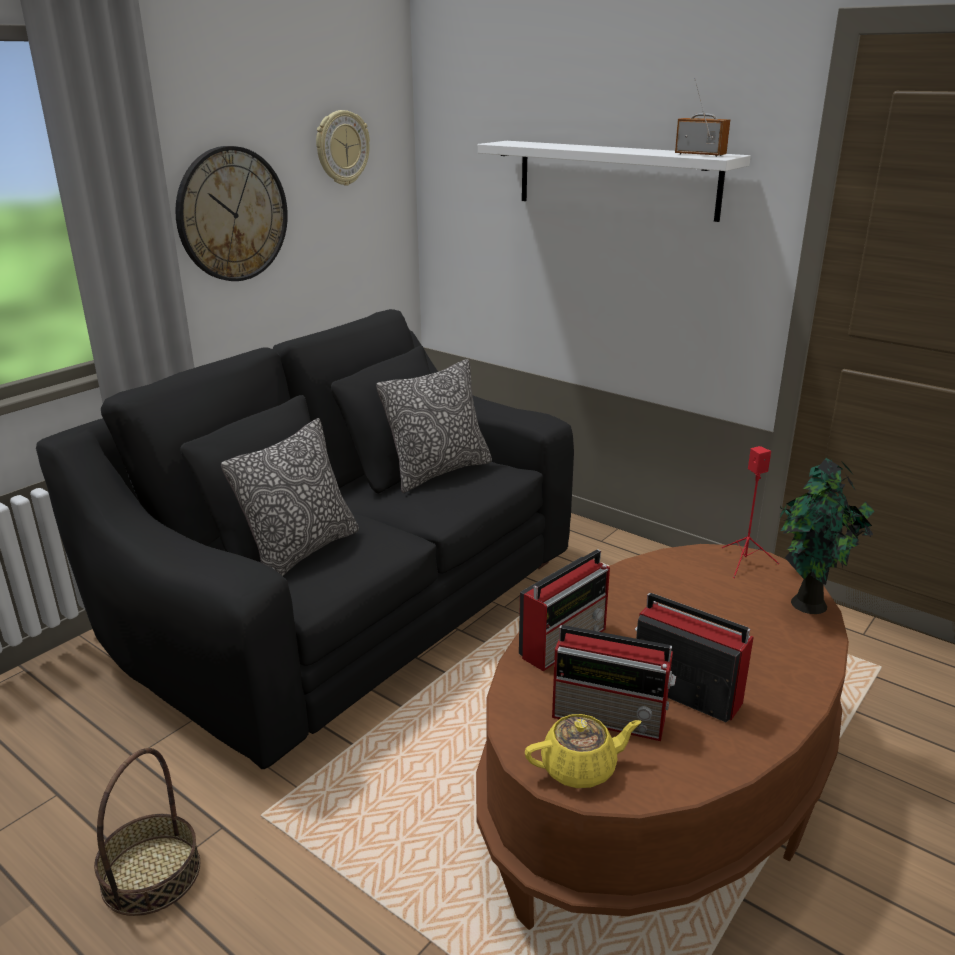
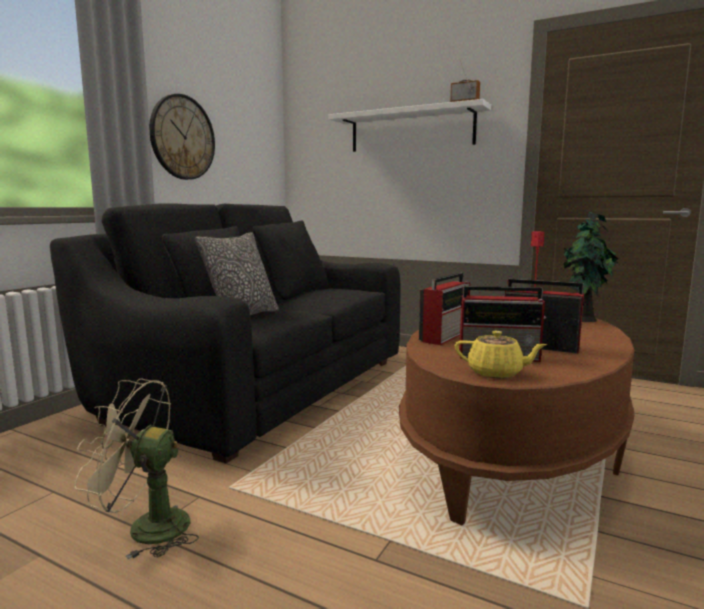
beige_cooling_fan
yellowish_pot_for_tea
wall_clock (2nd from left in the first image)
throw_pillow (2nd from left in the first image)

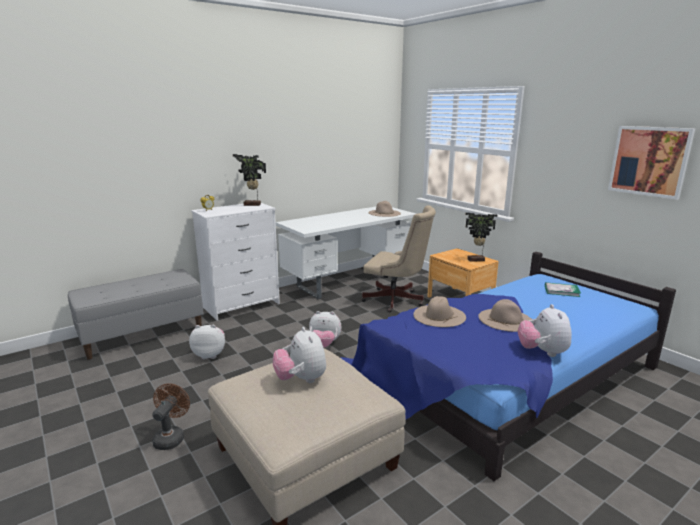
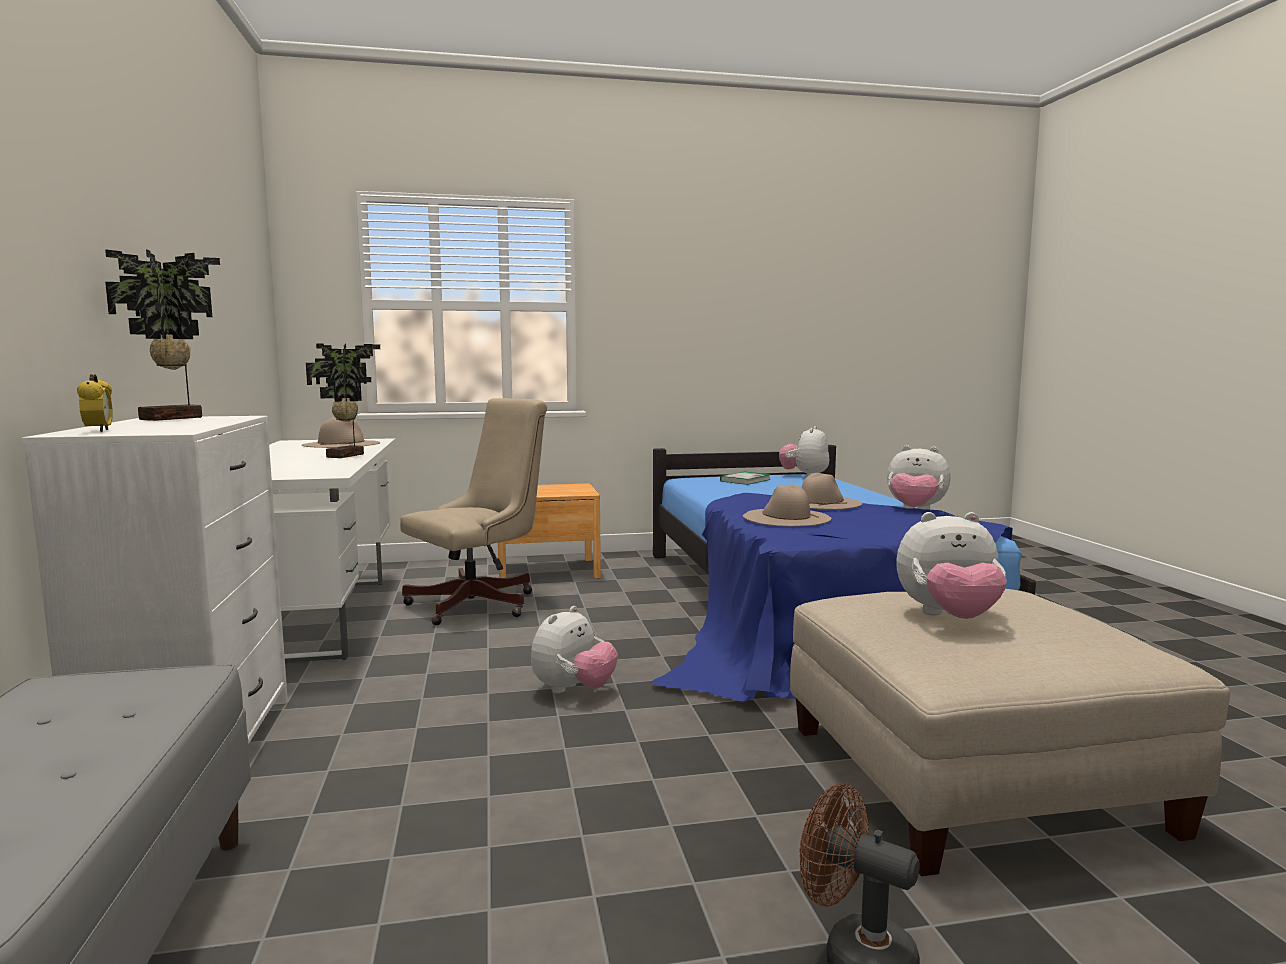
plant_in_a_pot (2nd from left)
cuddly_toy (2nd from left)
wall_picture

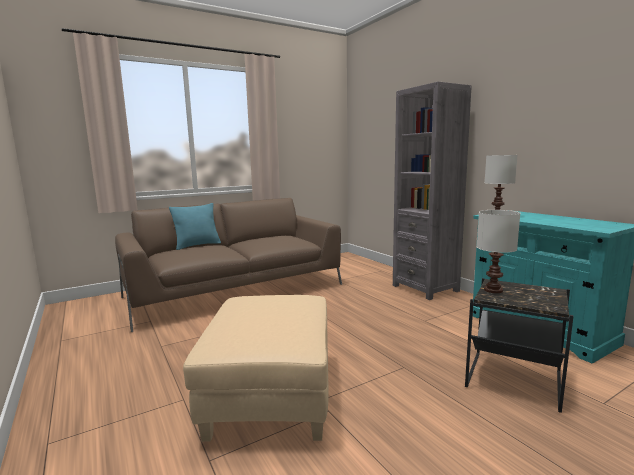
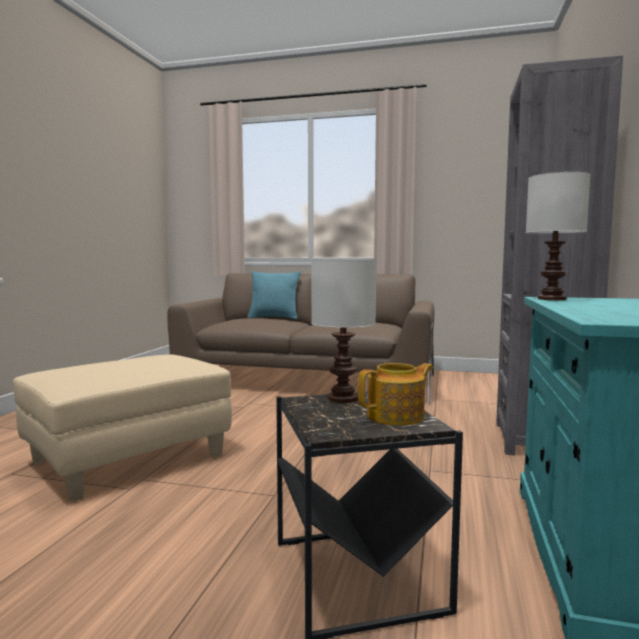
pot_for_tea

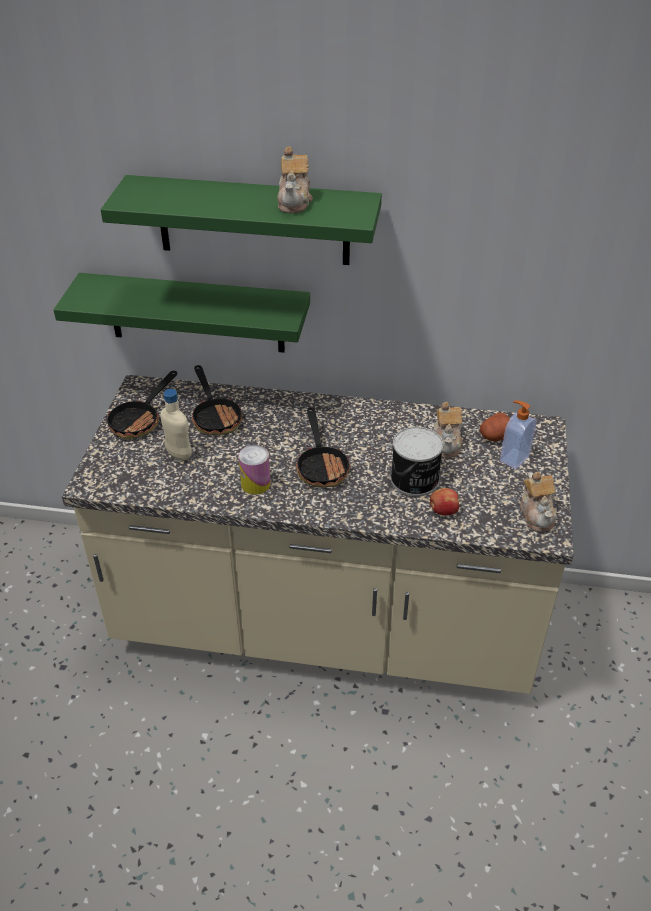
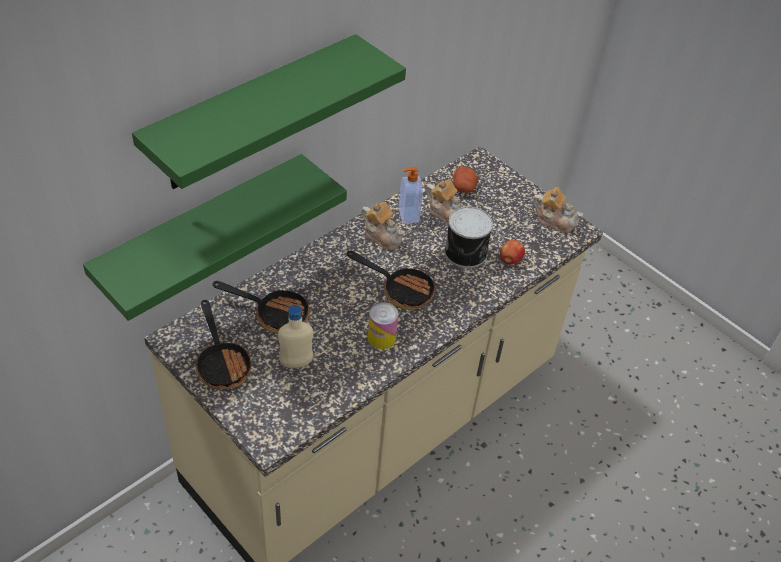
pot_for_tea (1st from left)
soap_dispenser

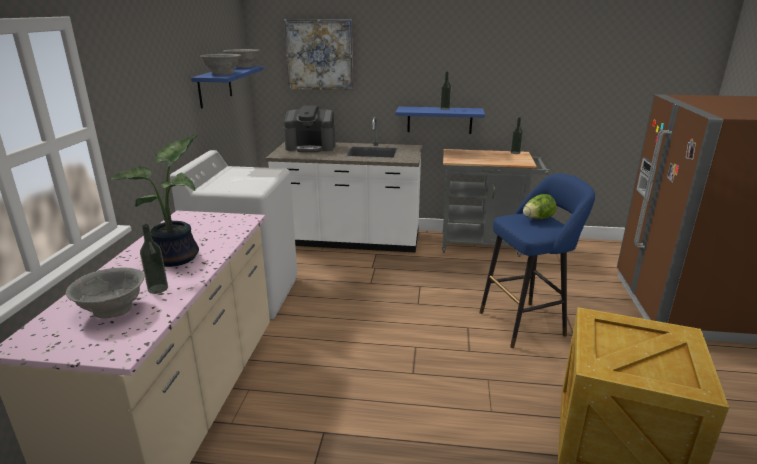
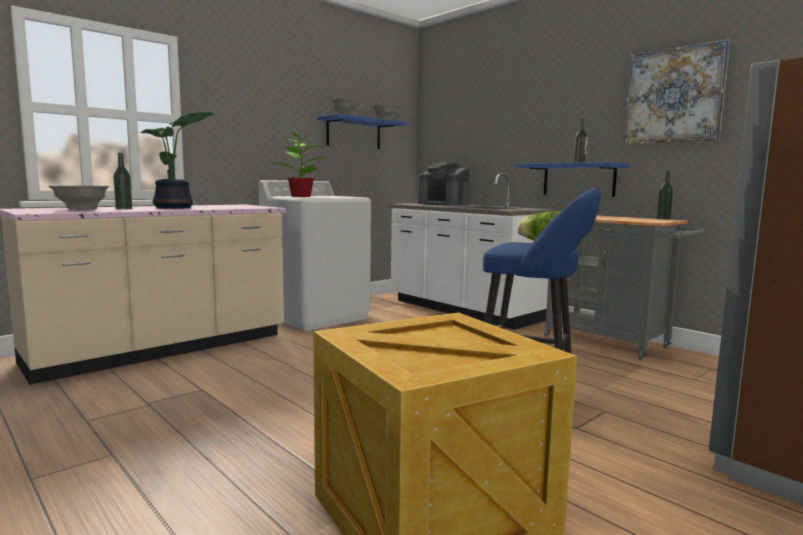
plant_in_a_pot (2nd from left)
wall_picture

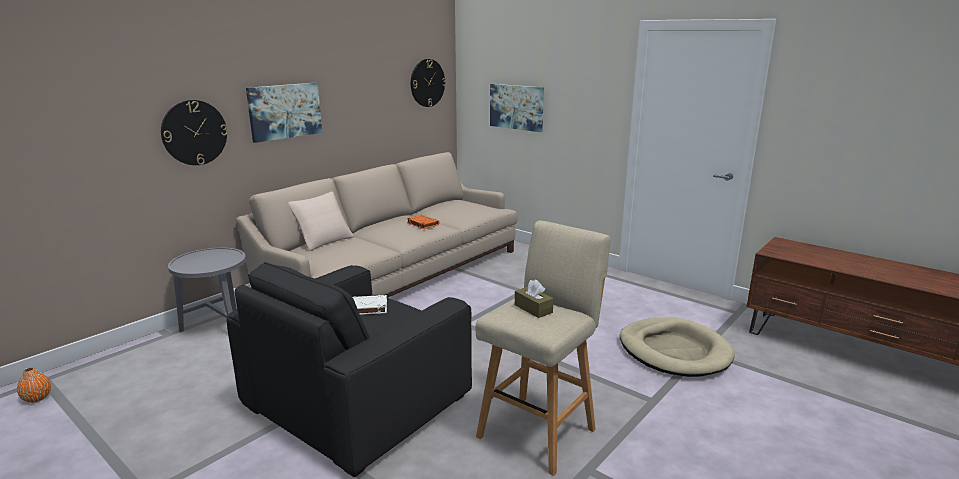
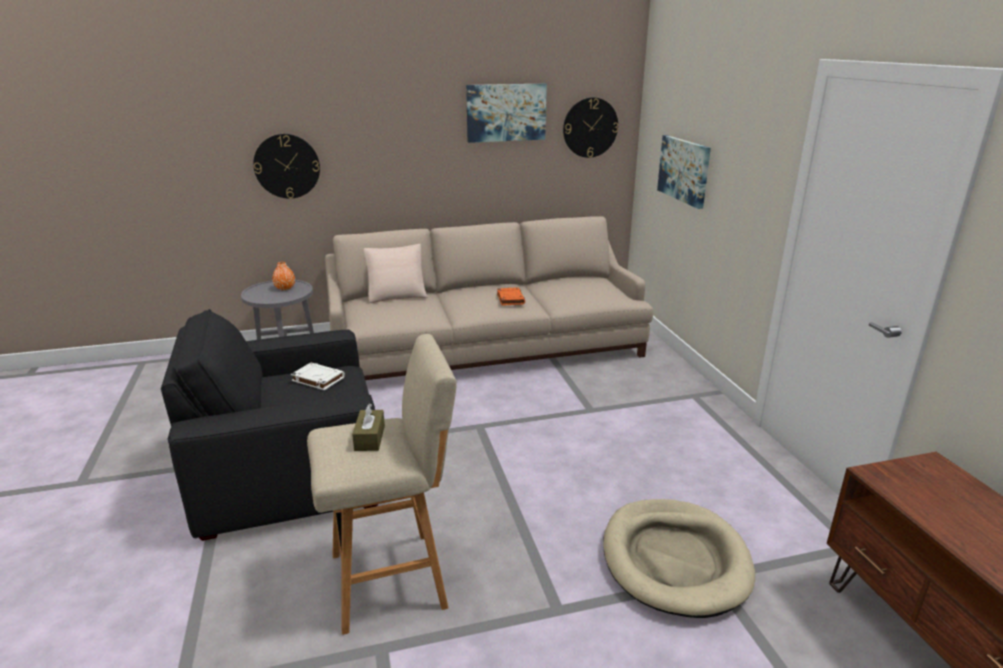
orangey_decorative_vase
wall_picture (1st from left)

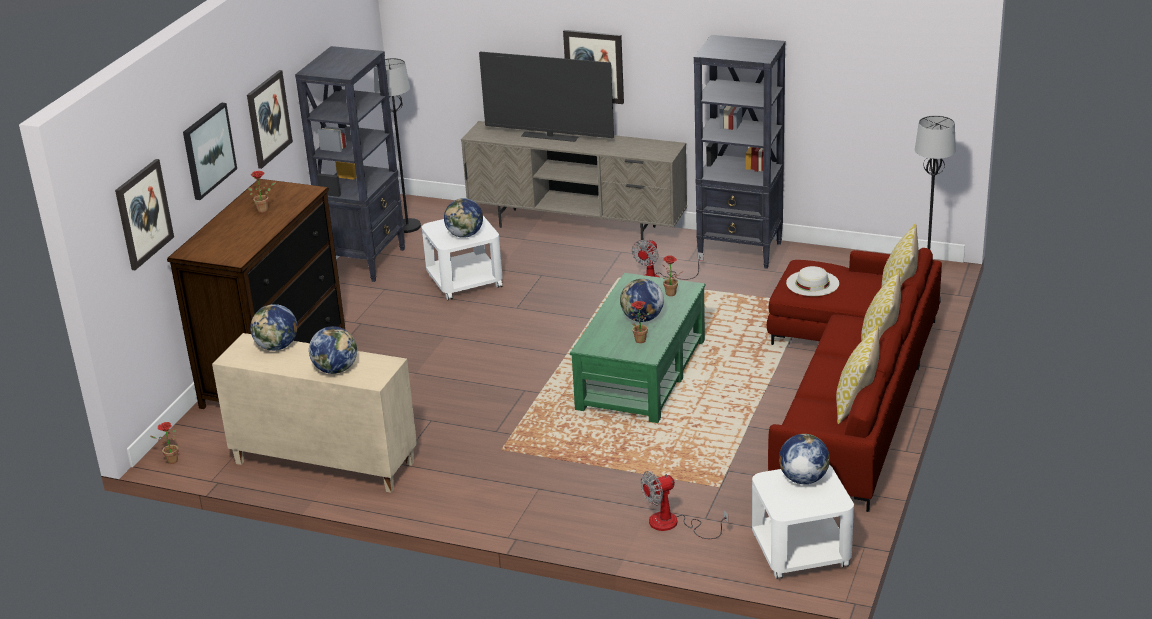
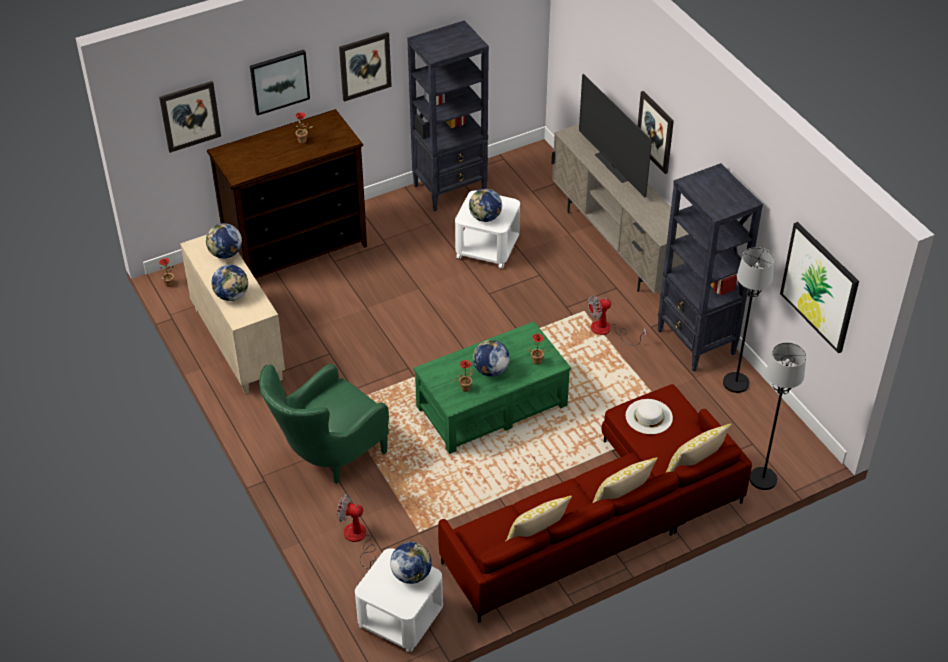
greenish_armchair
blackish_standing_lamp (1st from left)
wall_picture (5th from left)

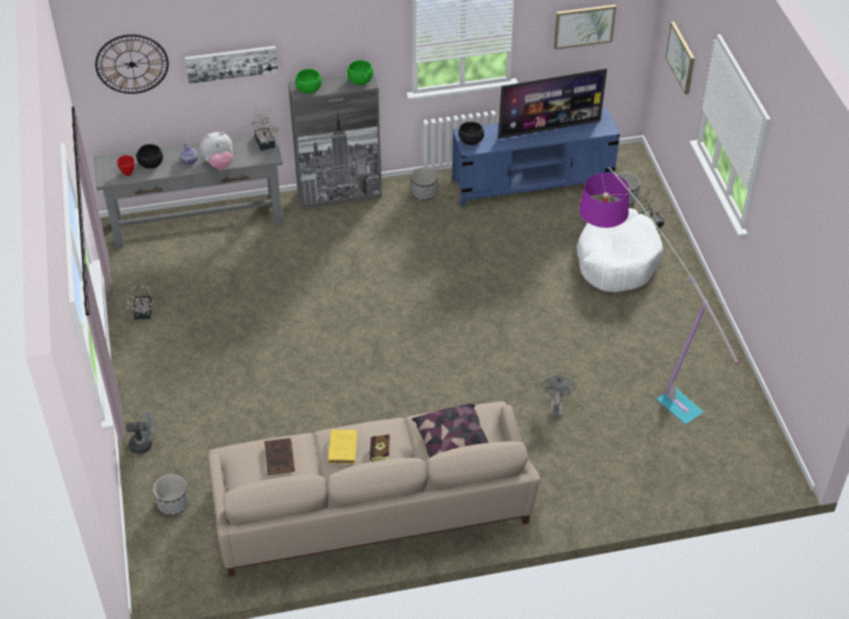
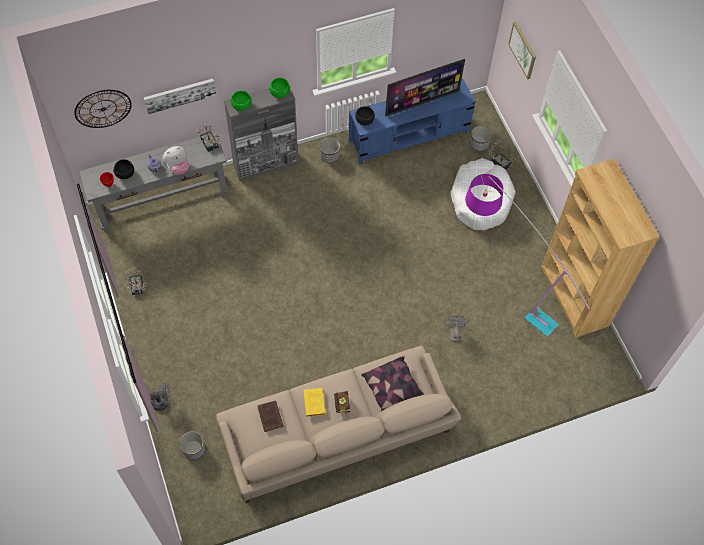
brown_bookcase
wall_picture (2nd from left in the first image)

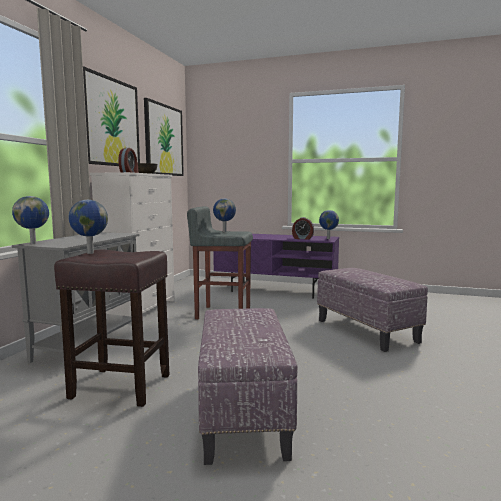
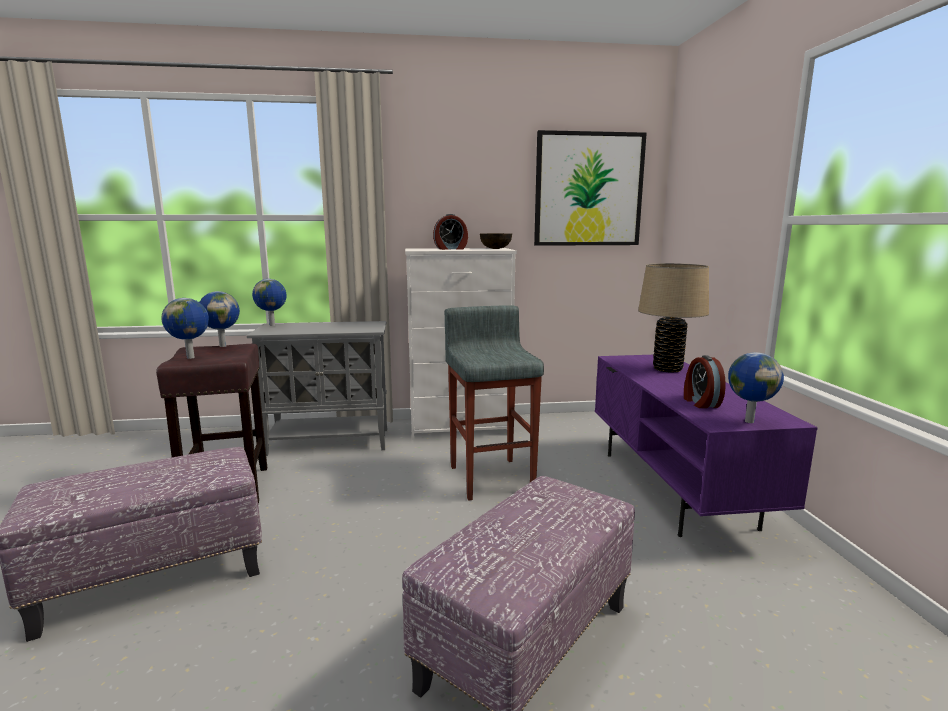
globe (1st from left)
beige_tabletop_lamp
wall_picture (1st from left in the first image)

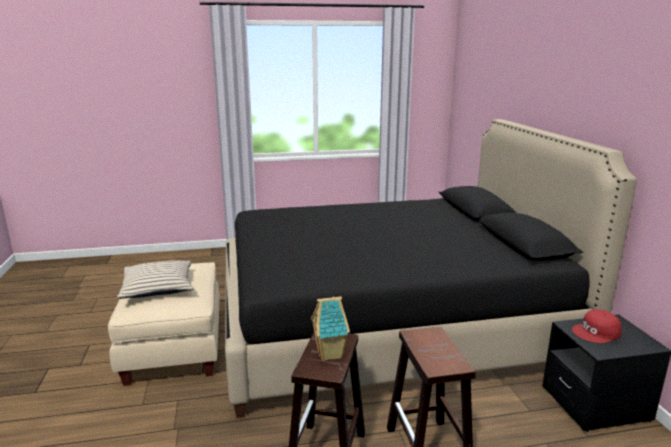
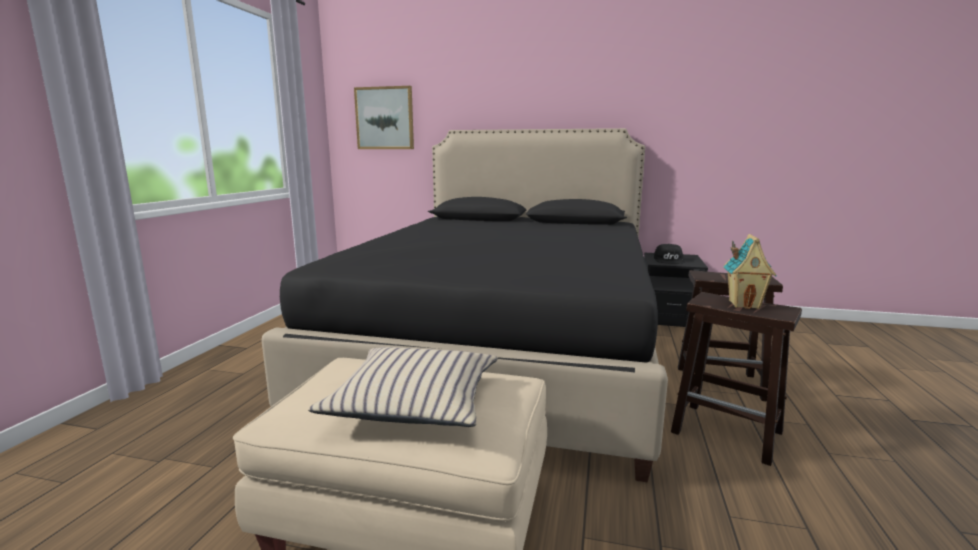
wall_picture
blackish_peaked_cap

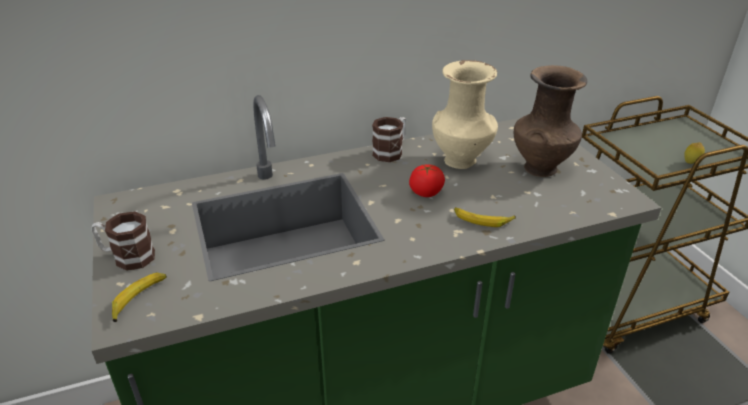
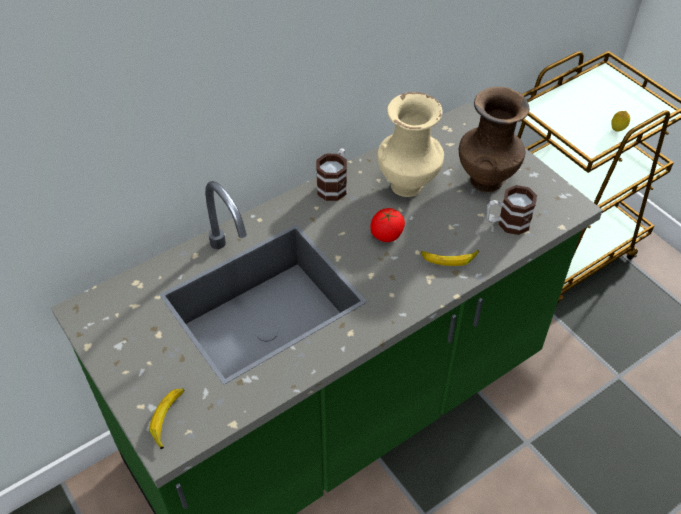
mug (2nd from left)

